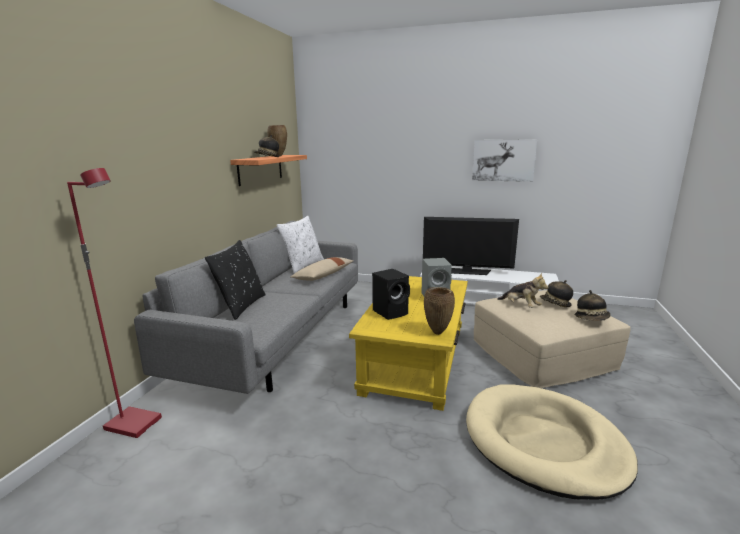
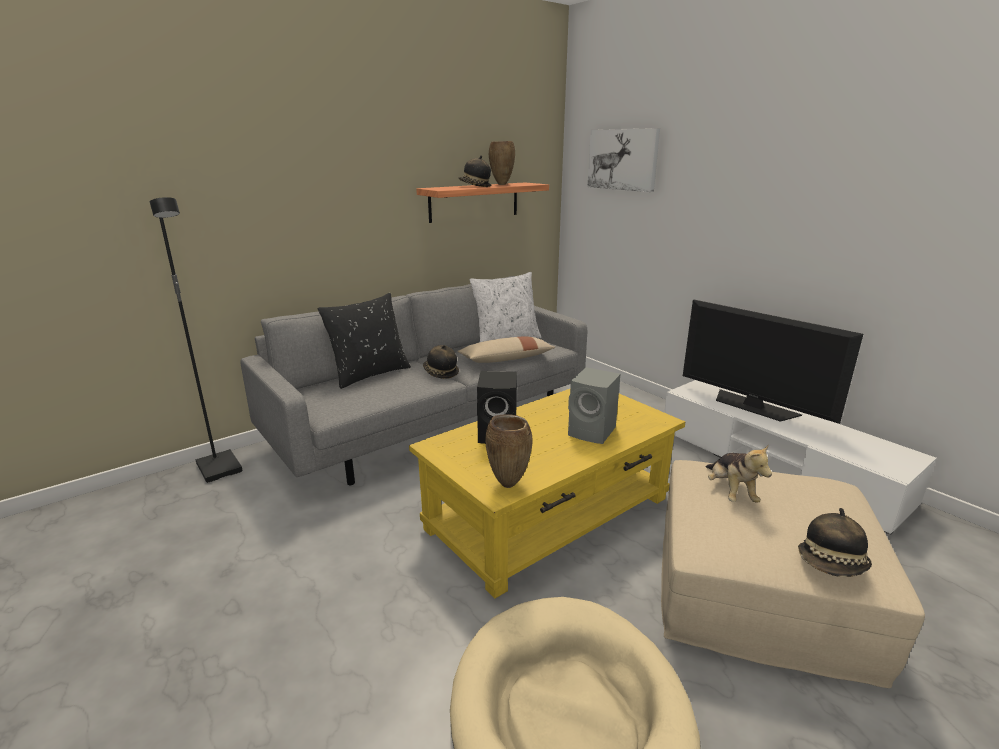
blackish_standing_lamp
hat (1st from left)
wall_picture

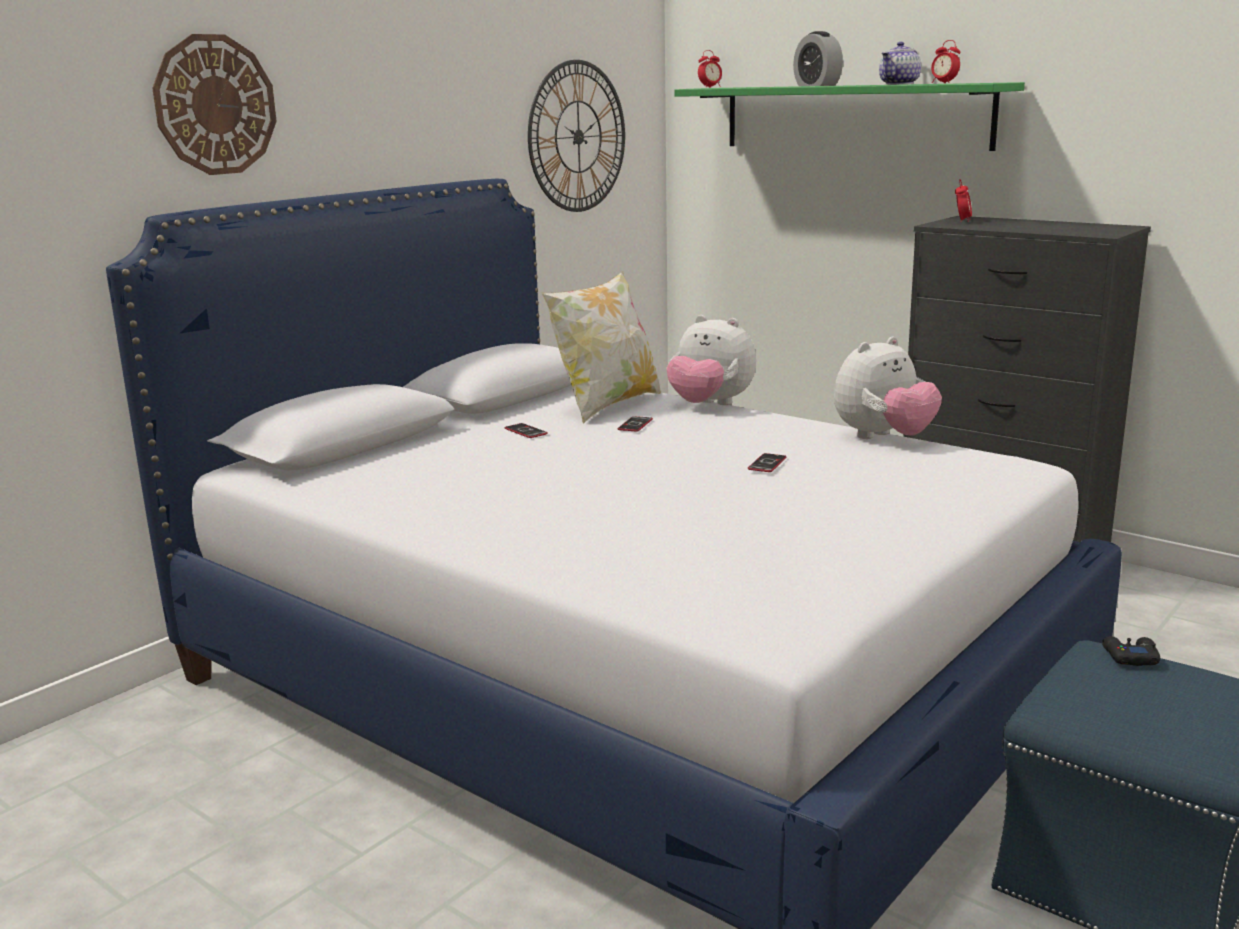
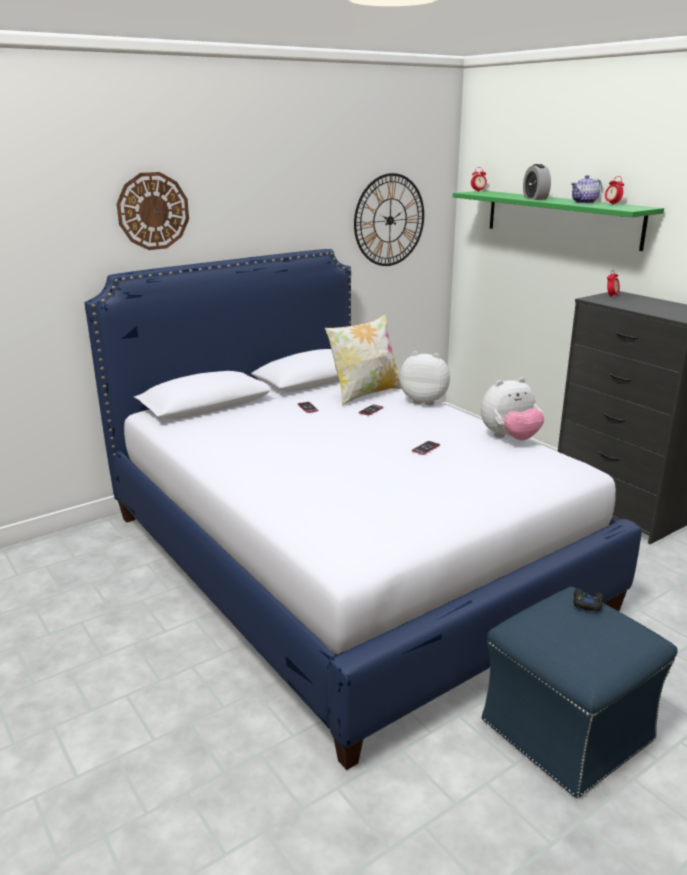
cuddly_toy (1st from left)

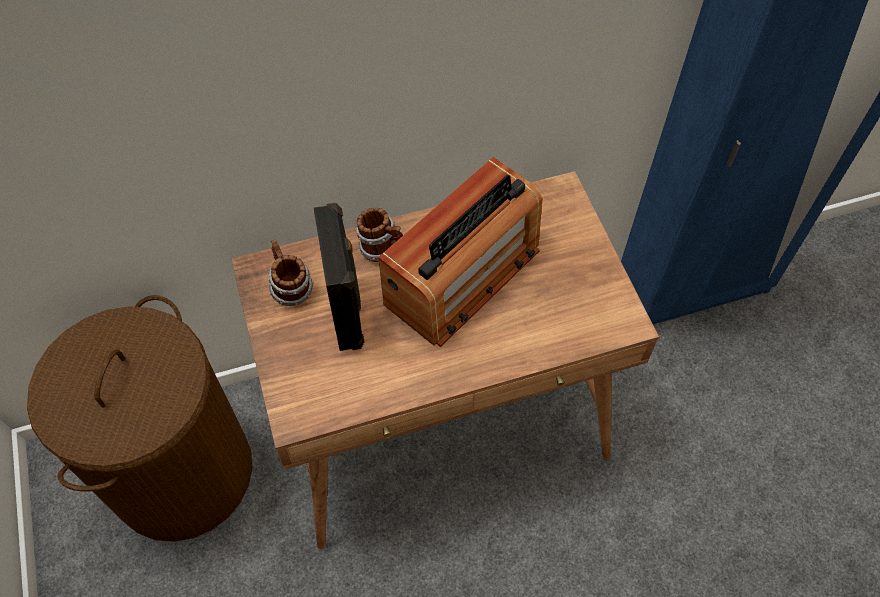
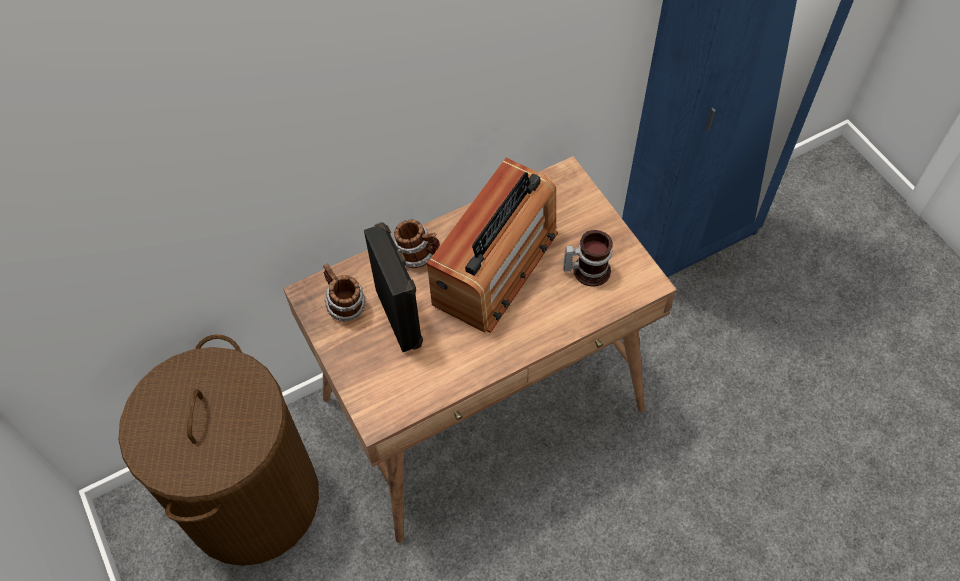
mug (3rd from left)

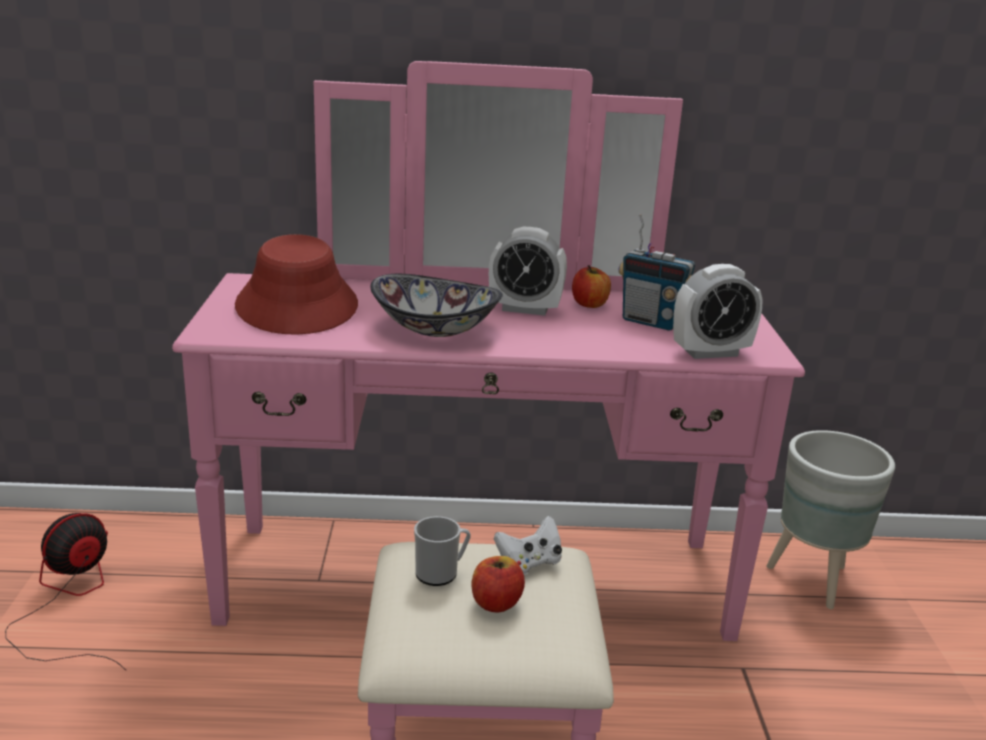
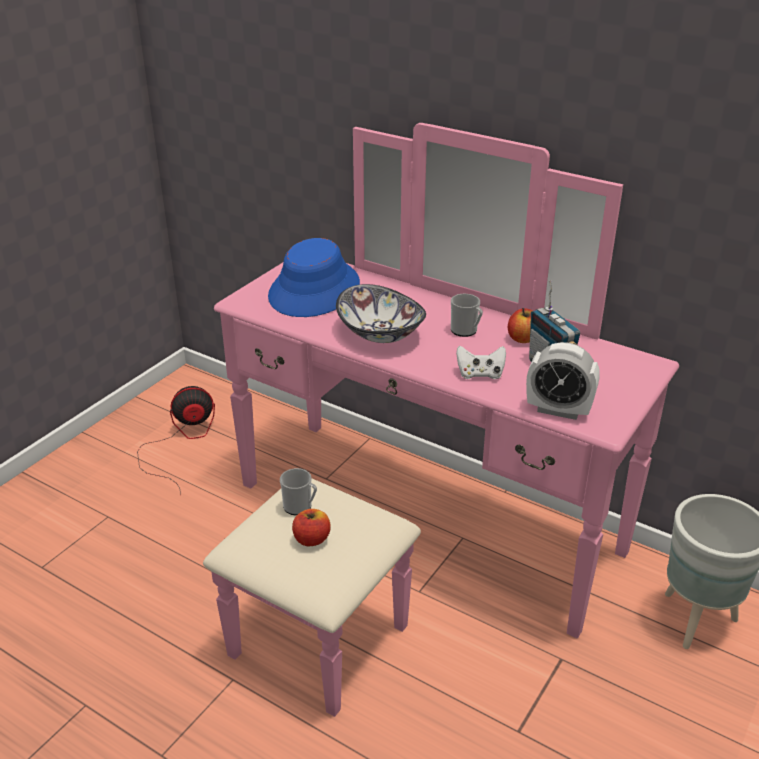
blue_hat
mug (2nd from left)
white-coloured_gamepad

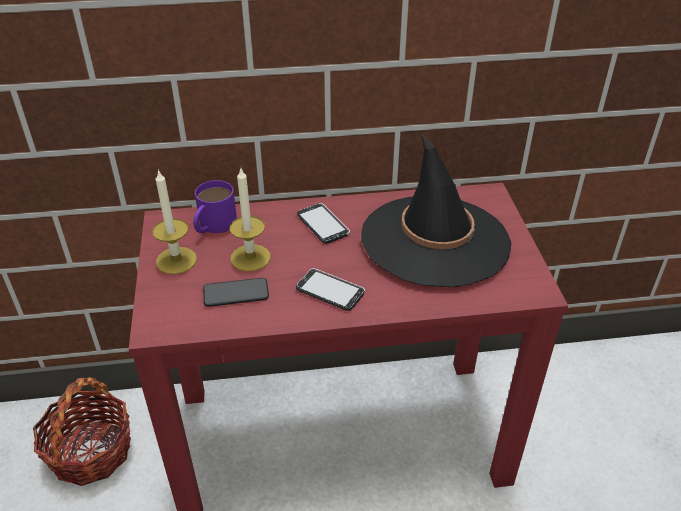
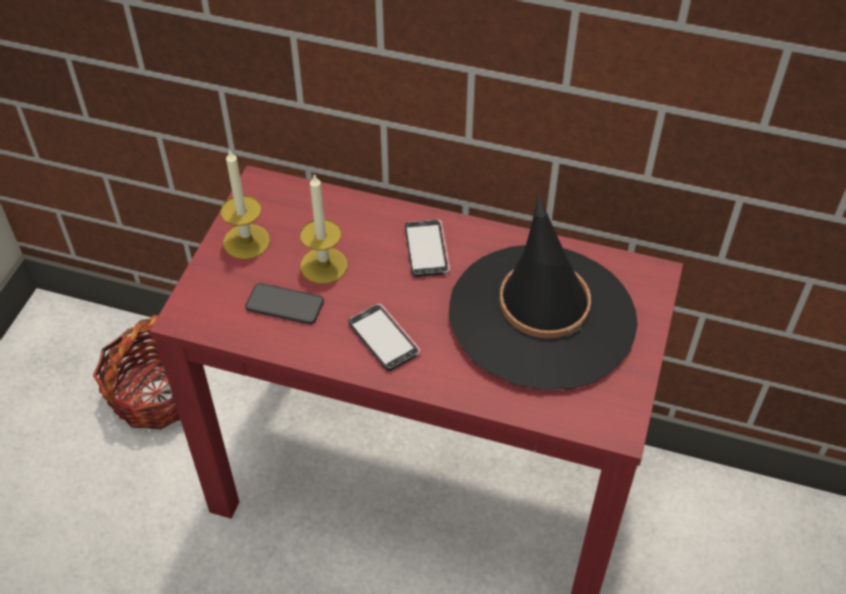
purple_mug

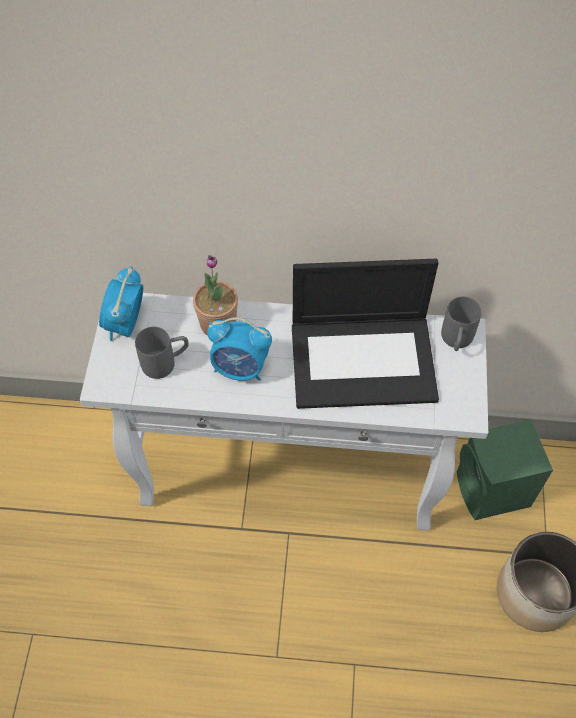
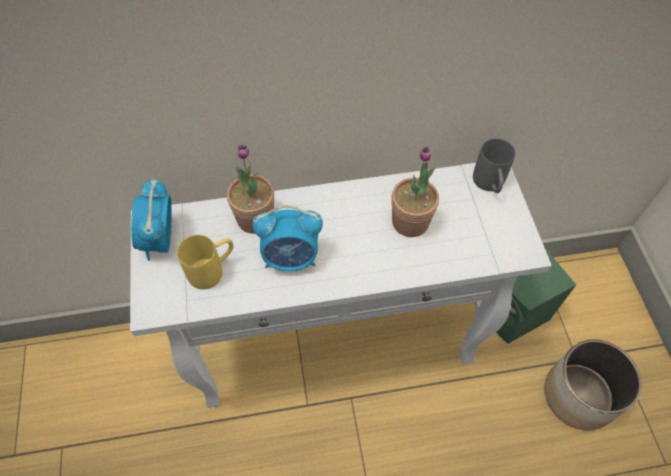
yellowish_mug
plant_in_a_pot (2nd from left)

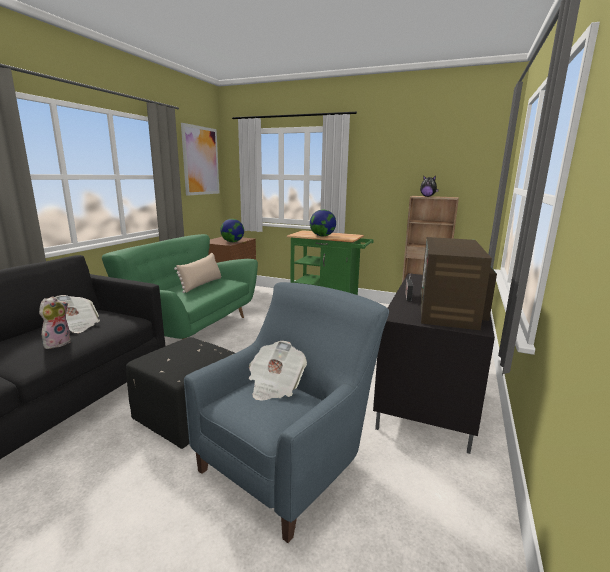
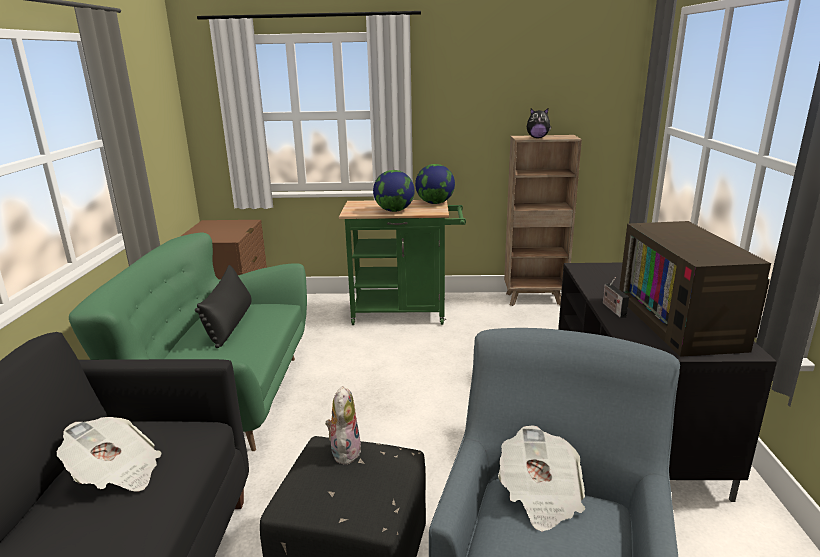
blackish_throw_pillow
cuddly_toy (1st from left)
globe (2nd from left)
wall_picture

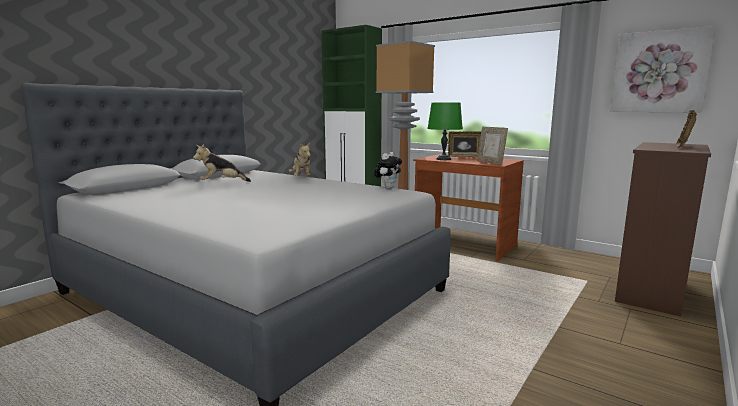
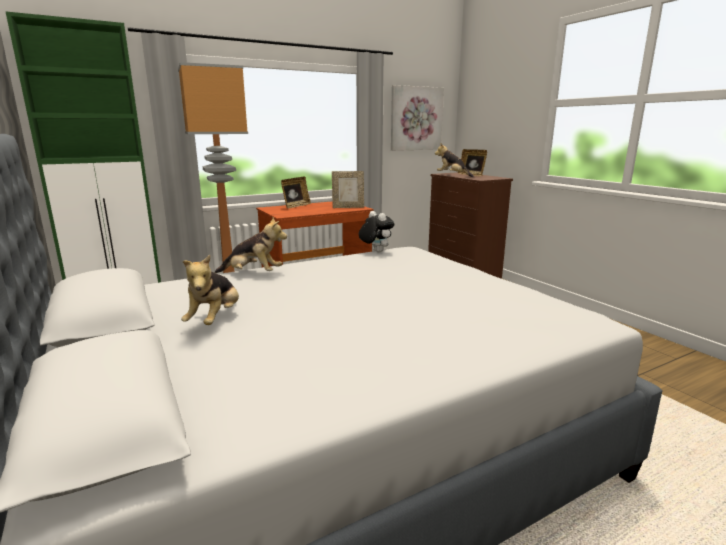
cuddly_toy (4th from left)
greenish_tabletop_lamp

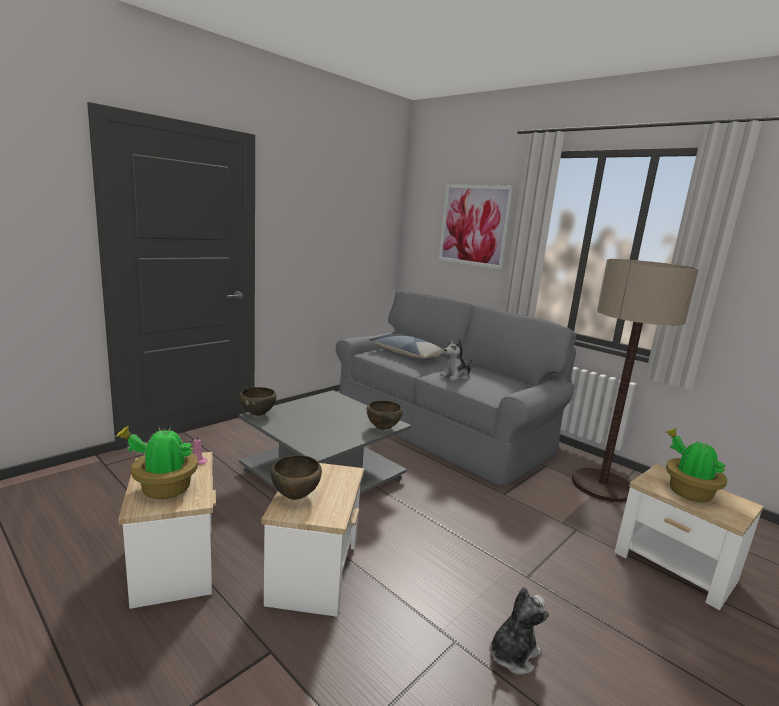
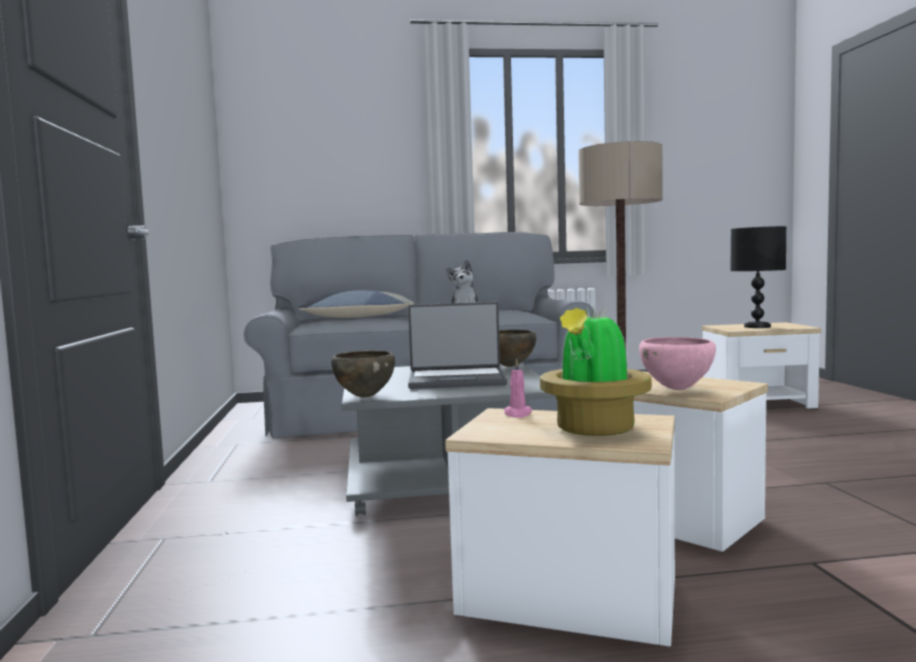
portable_computer
pink_deep_dish
blackish_tabletop_lamp
wall_picture
cuddly_toy (2nd from left in the first image)

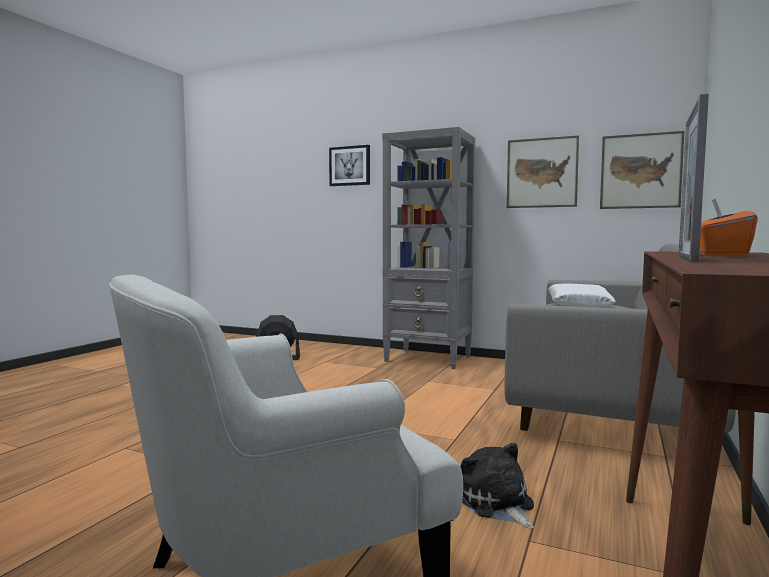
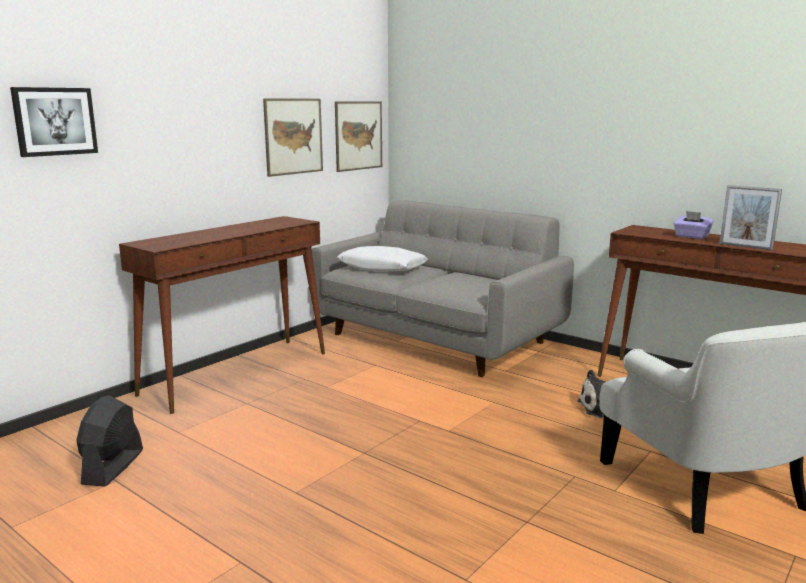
brown_console_table (1st from left)
purple_box_of_tissues

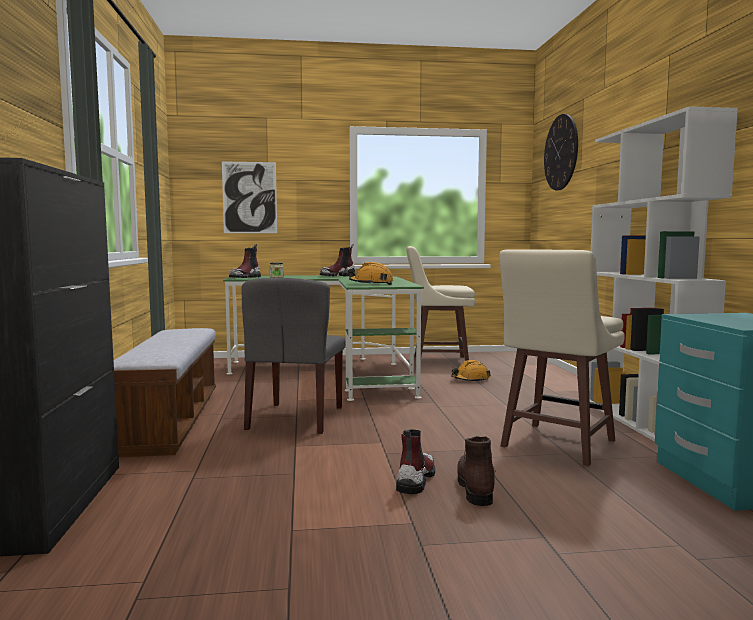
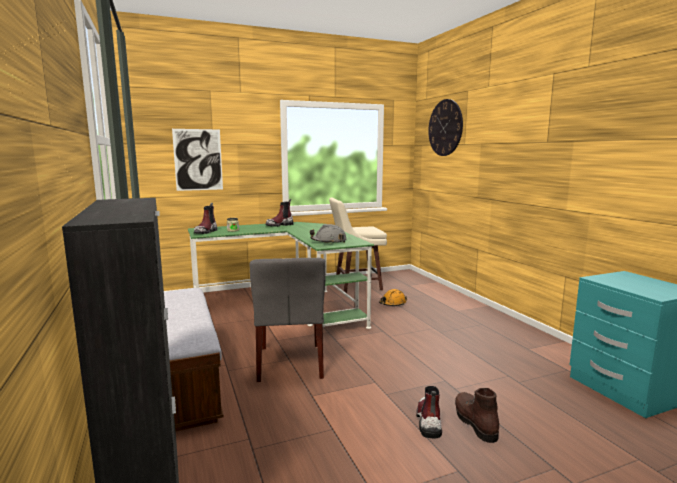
greyish_safety_helmet
beige_stool_seat (2nd from left in the first image)
white-coloured_bookcase

